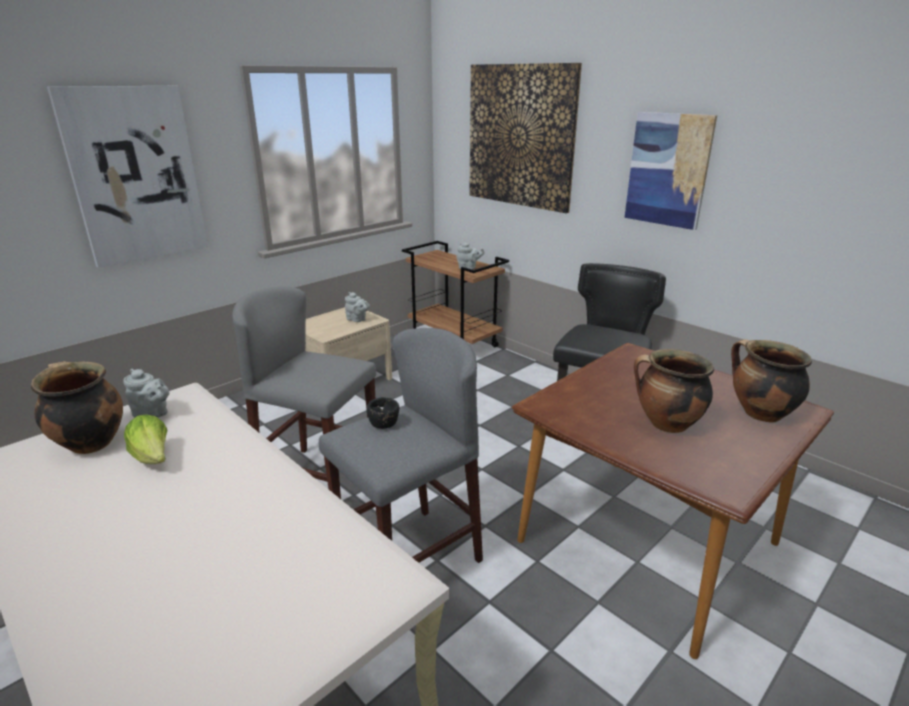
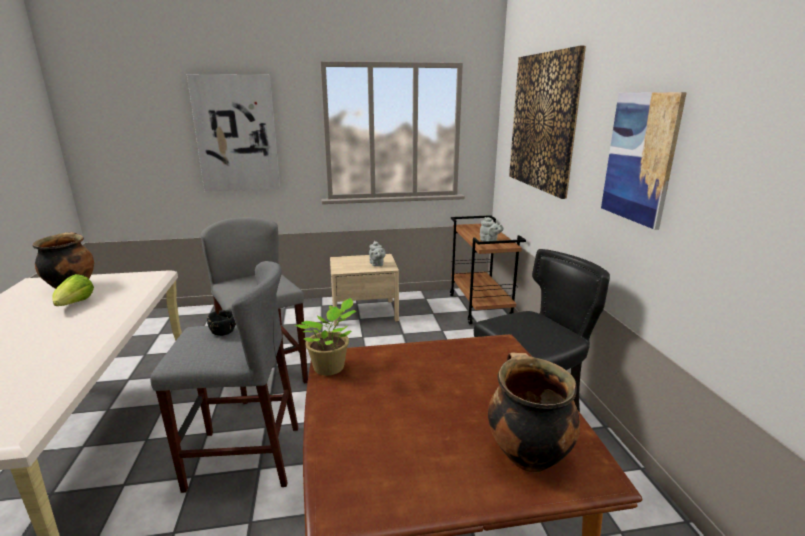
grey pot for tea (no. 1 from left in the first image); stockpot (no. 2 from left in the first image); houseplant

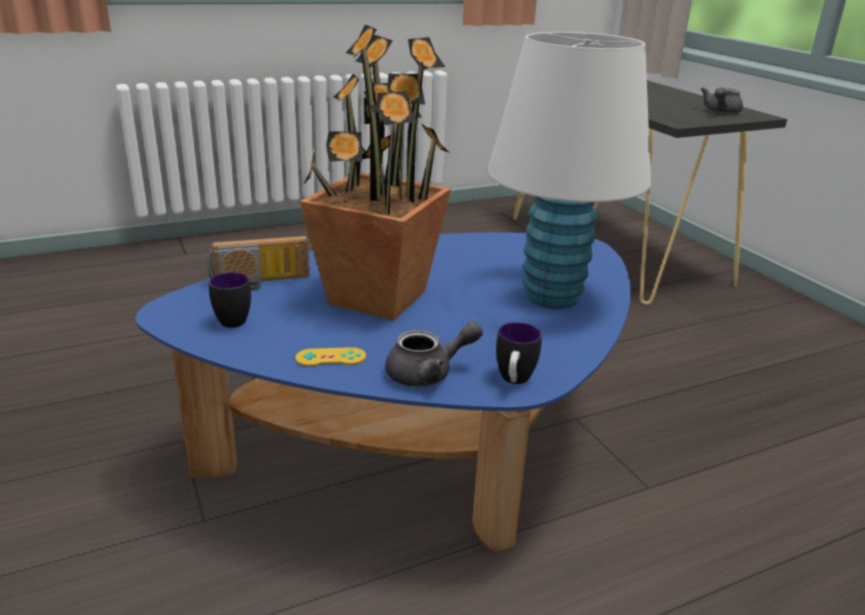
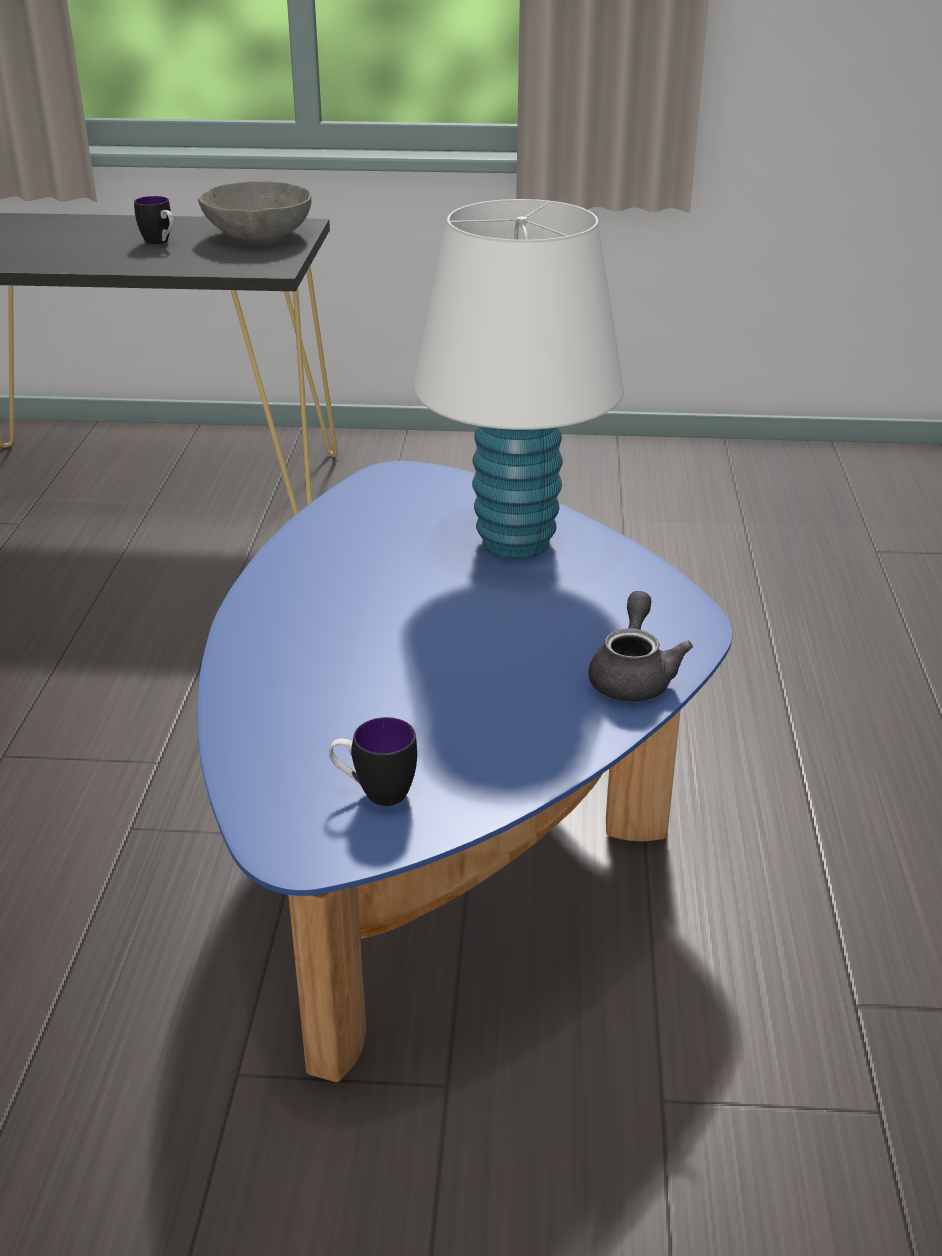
radio receiver; yellow-coloured joypad; houseplant; mug (no. 1 from left); grey bowl

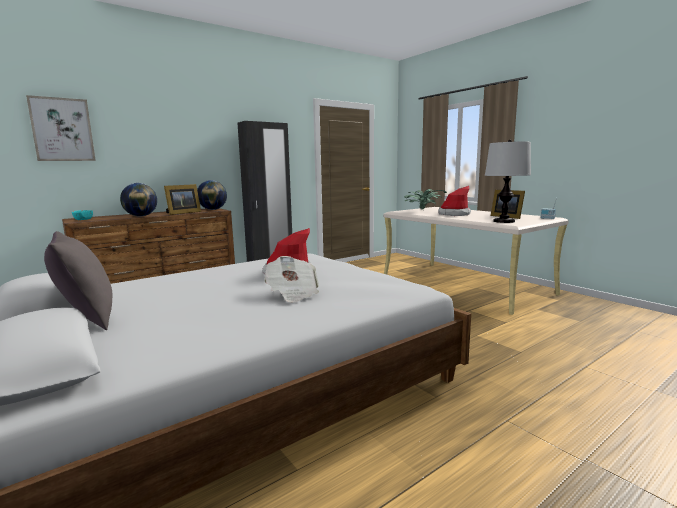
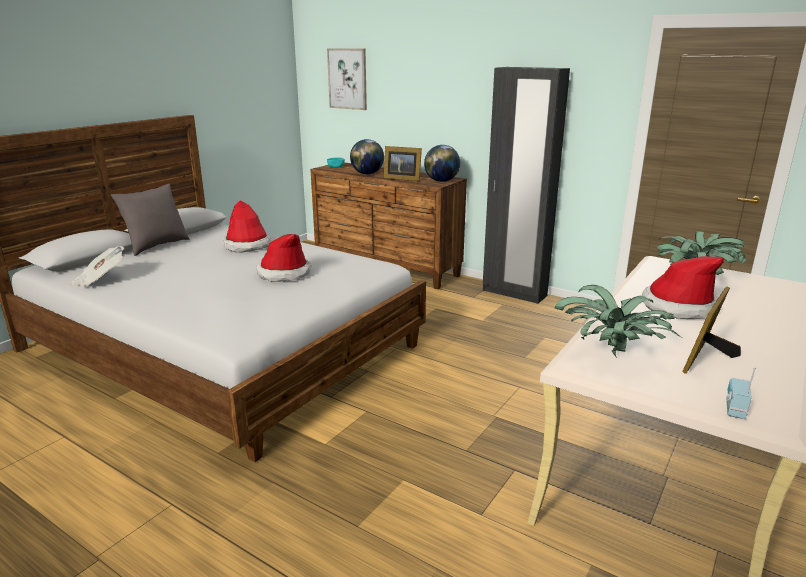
daily paper; houseplant (no. 1 from left); wearable hat (no. 1 from left)

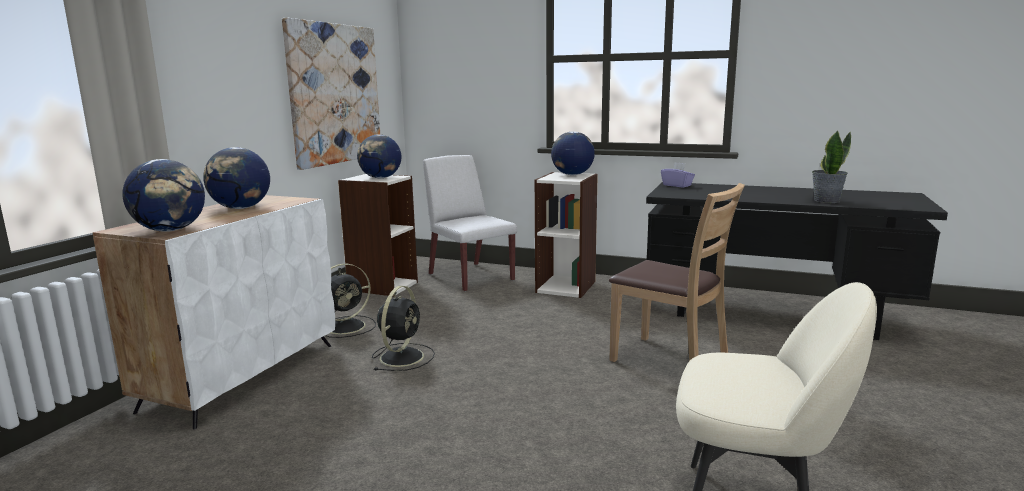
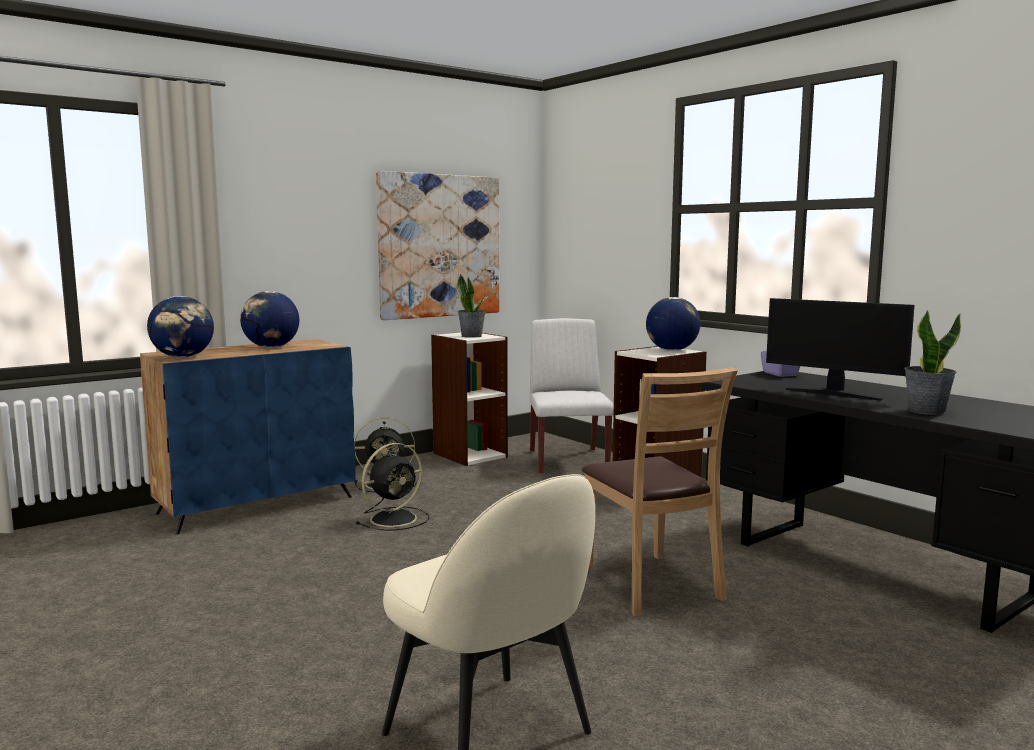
bluish storage cabinet; houseplant (no. 1 from left); computer screen

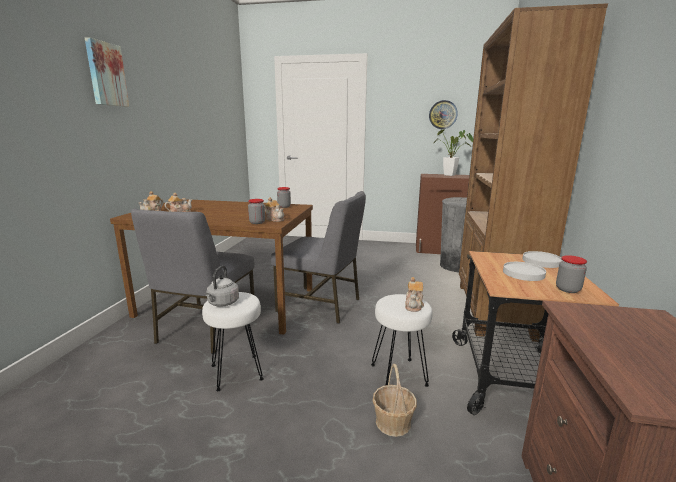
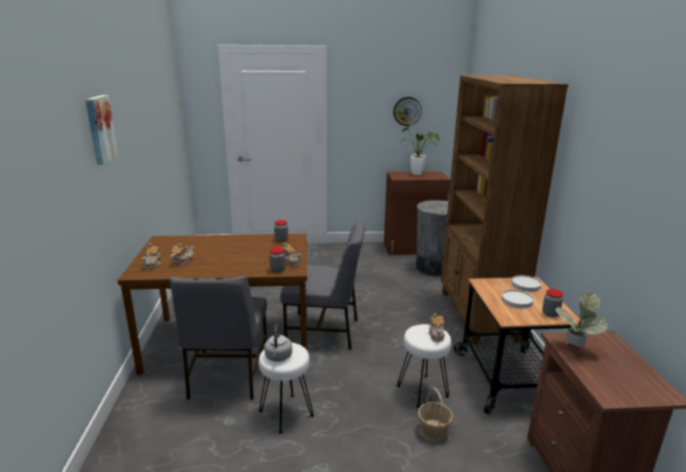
houseplant (no. 2 from left)

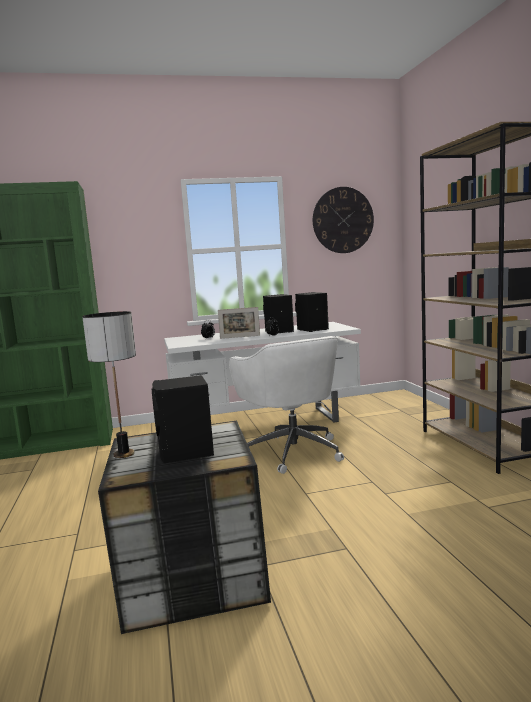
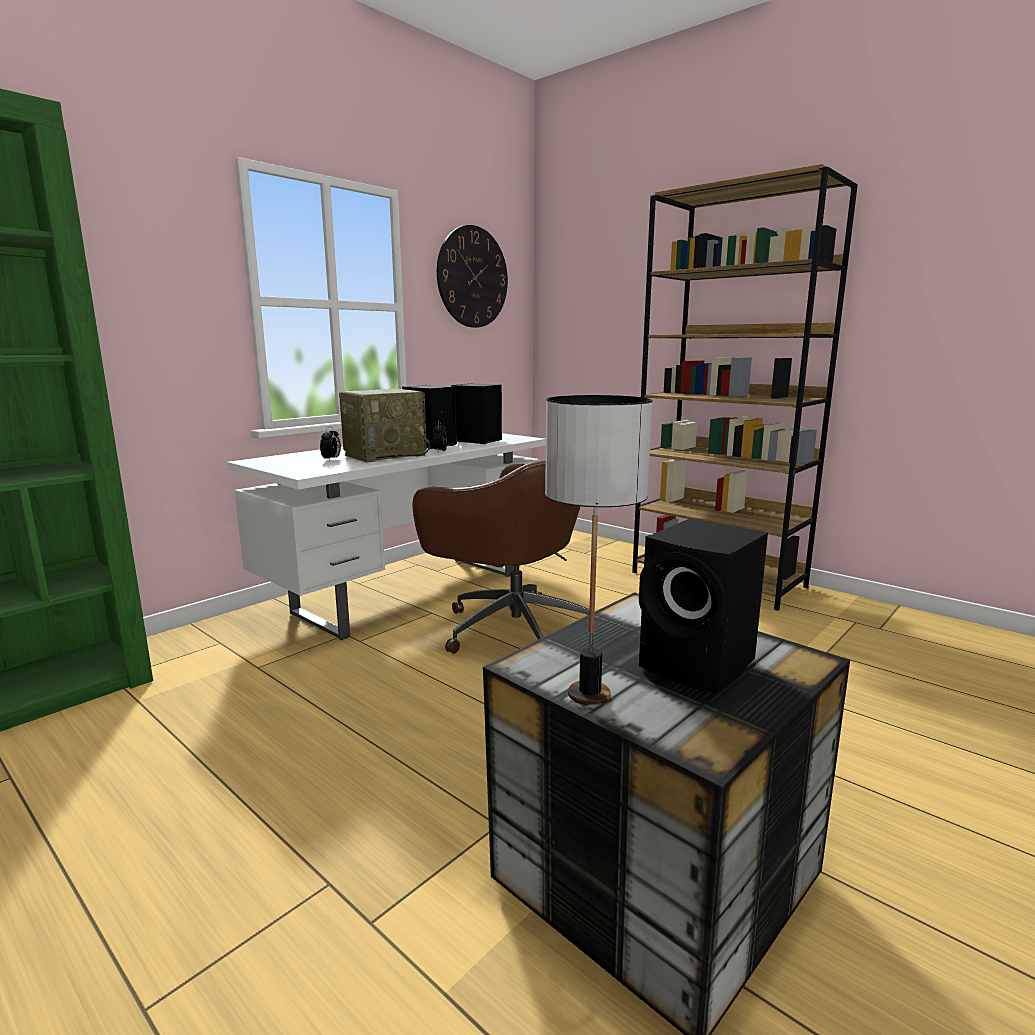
radio receiver; brownish computer chair

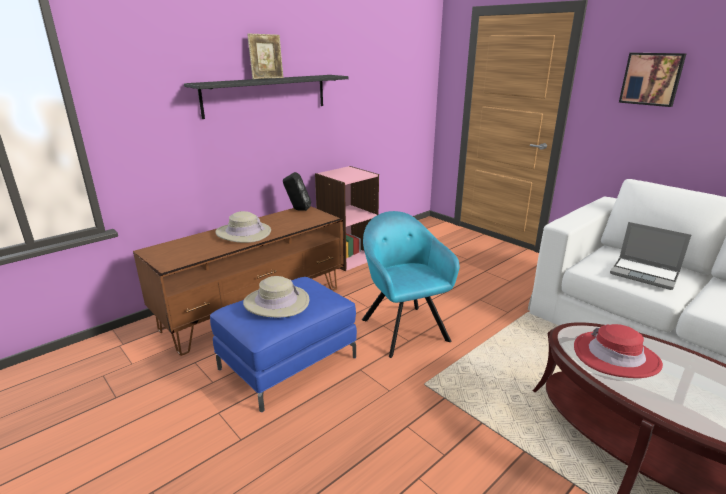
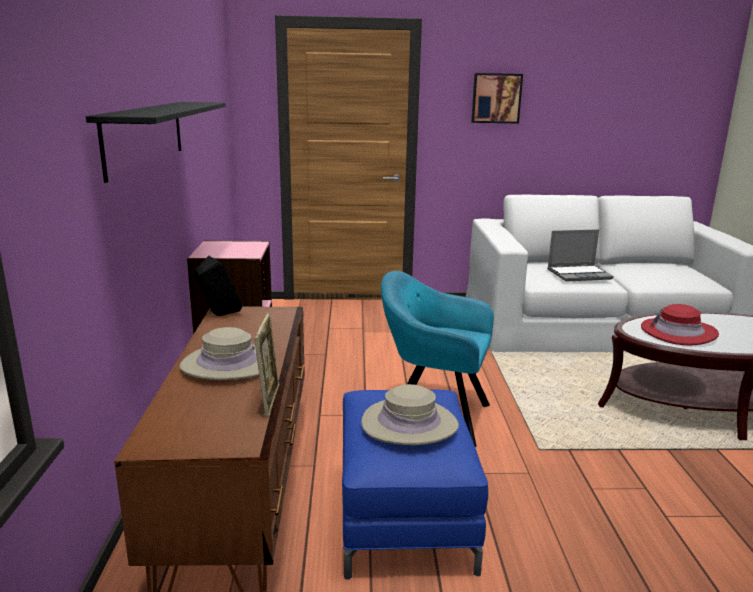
picture frame

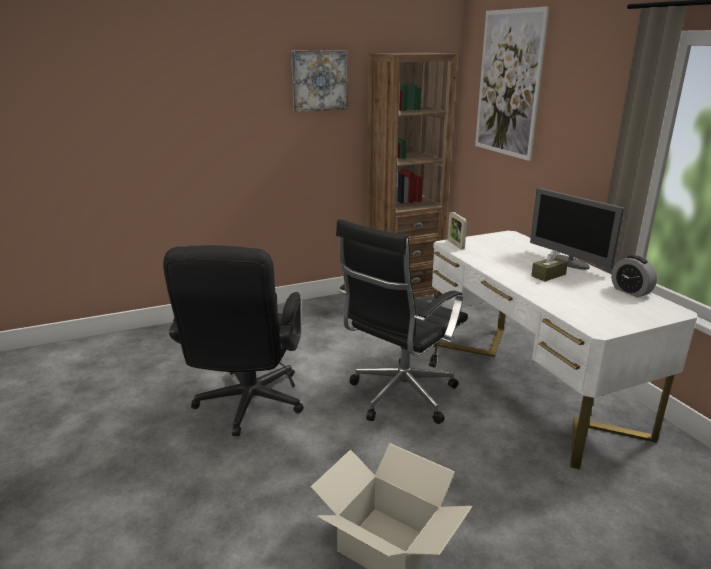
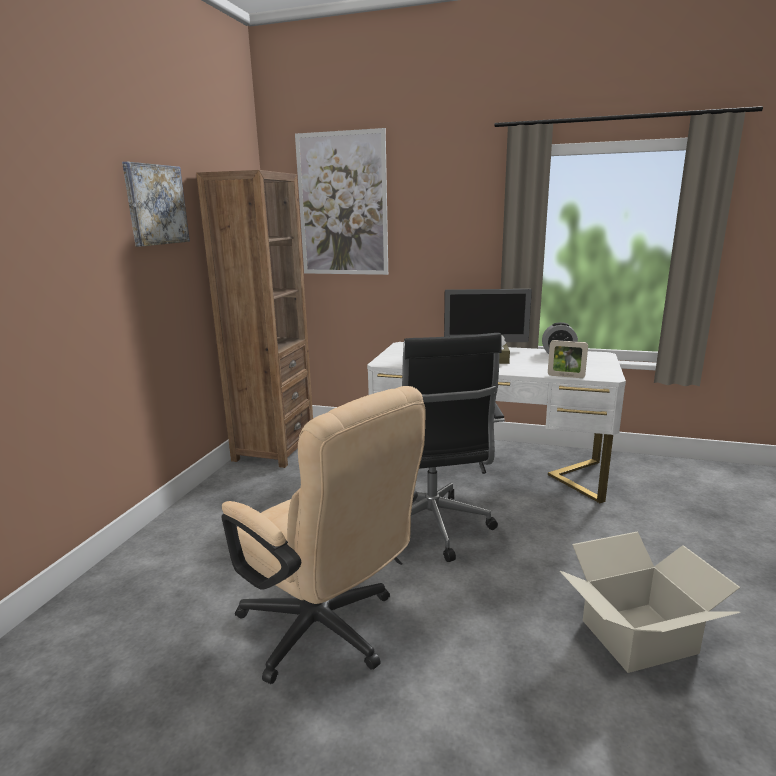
sand-coloured computer chair; picture frame

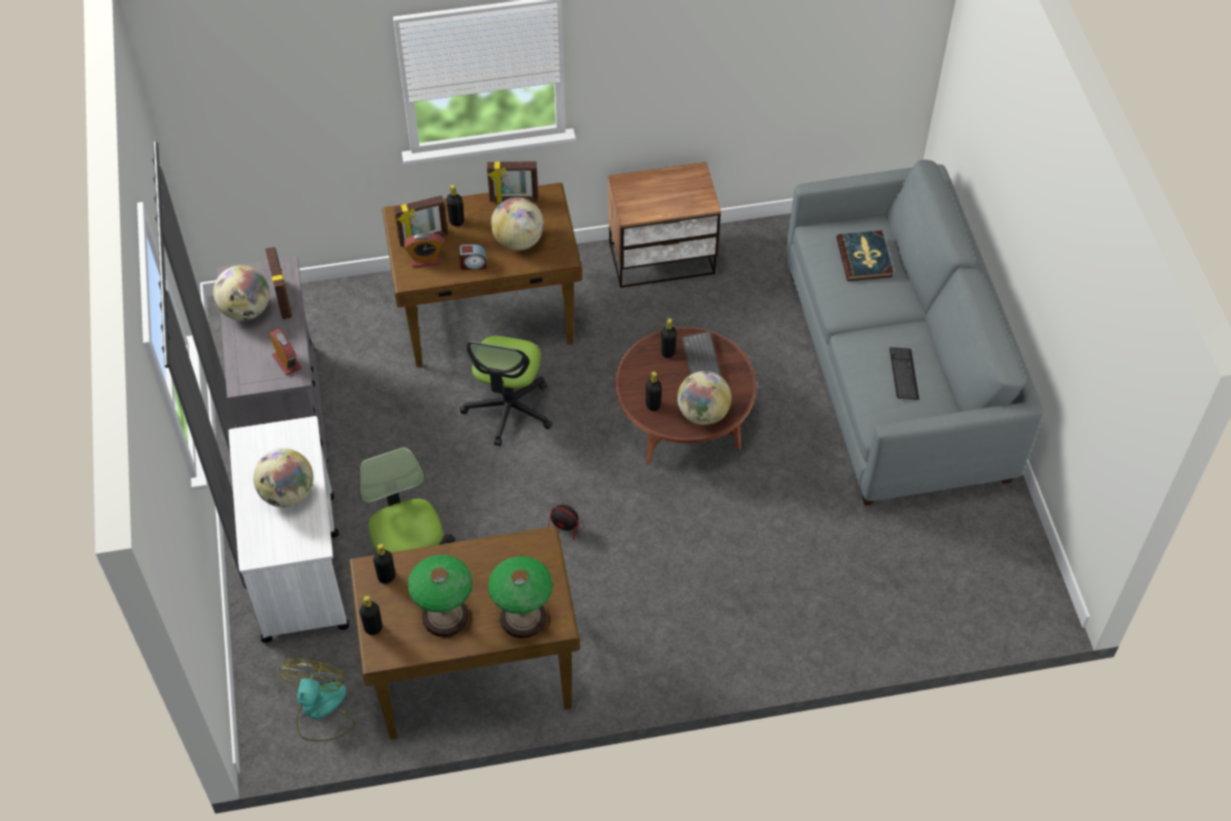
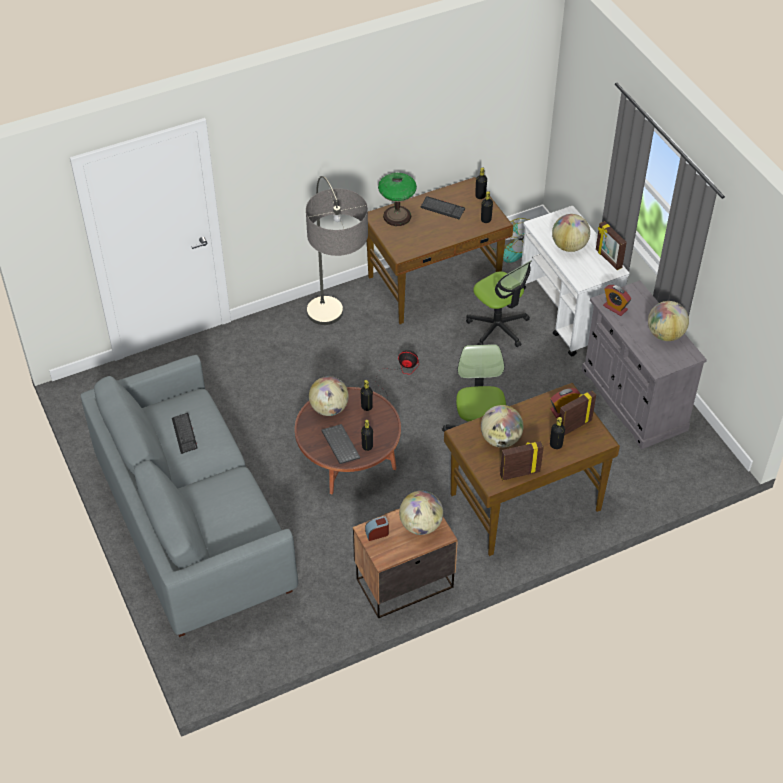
picture frame (no. 3 from left); computer keyboard (no. 3 from left); bedside clock (no. 1 from left); volume; standard lamp; desk globe (no. 2 from left)

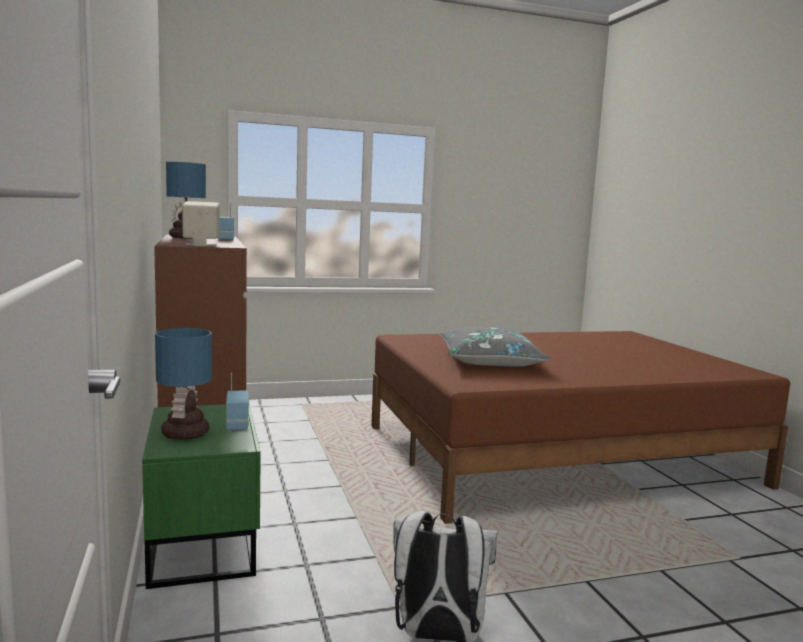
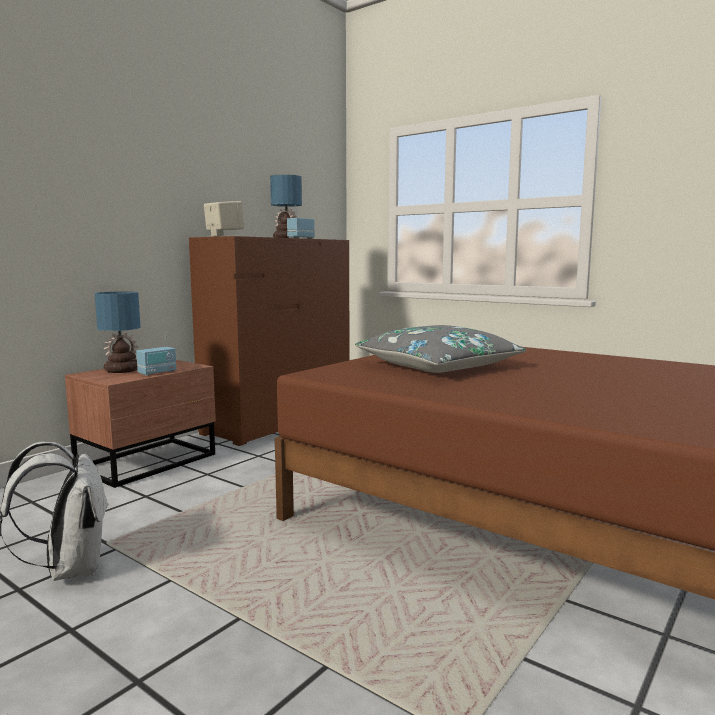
brownish nightstand

